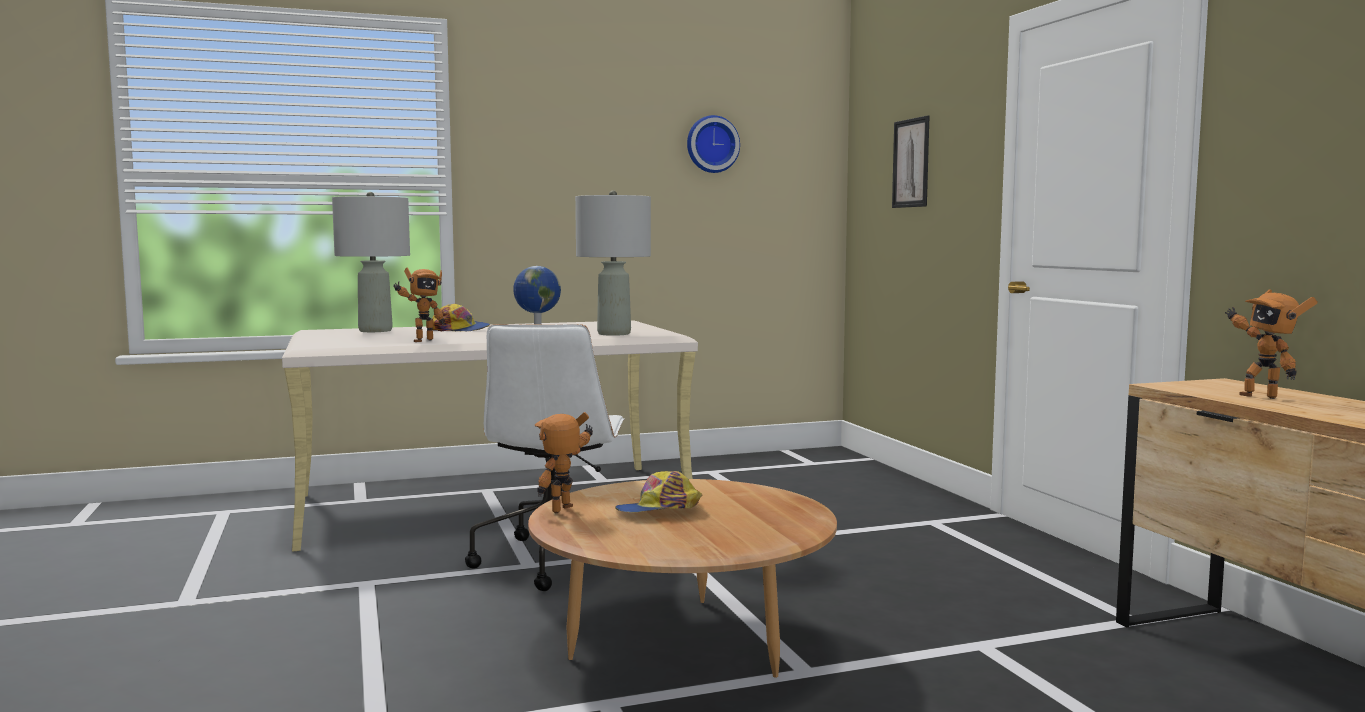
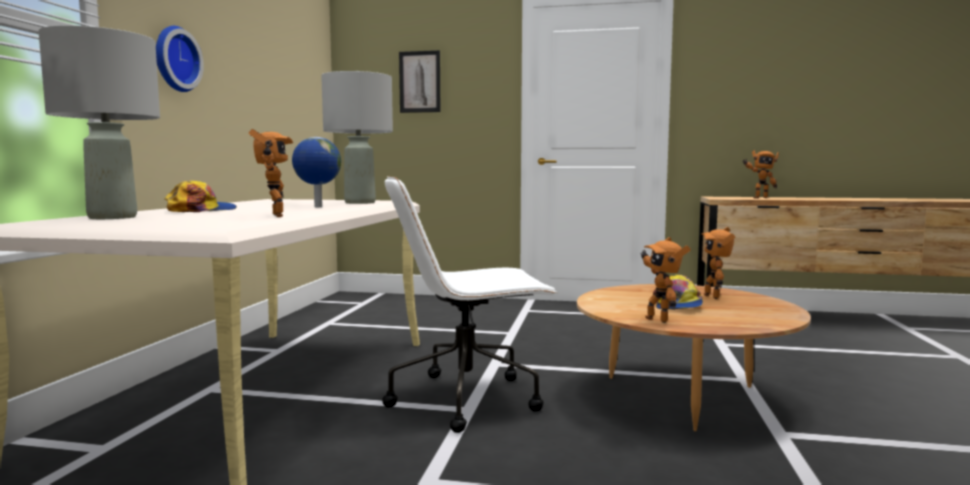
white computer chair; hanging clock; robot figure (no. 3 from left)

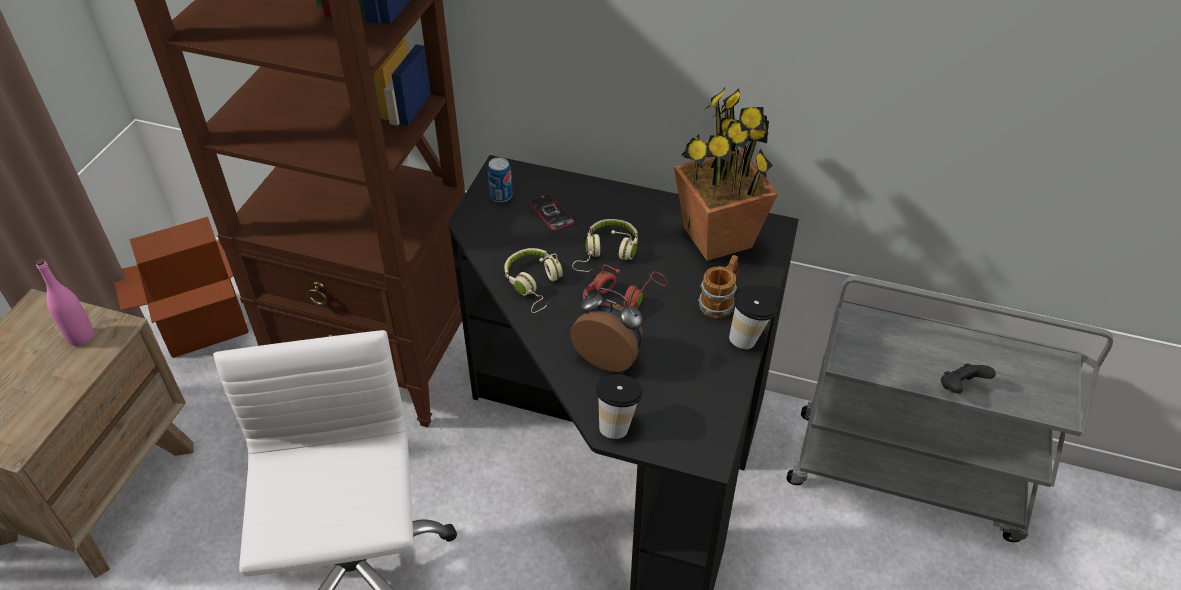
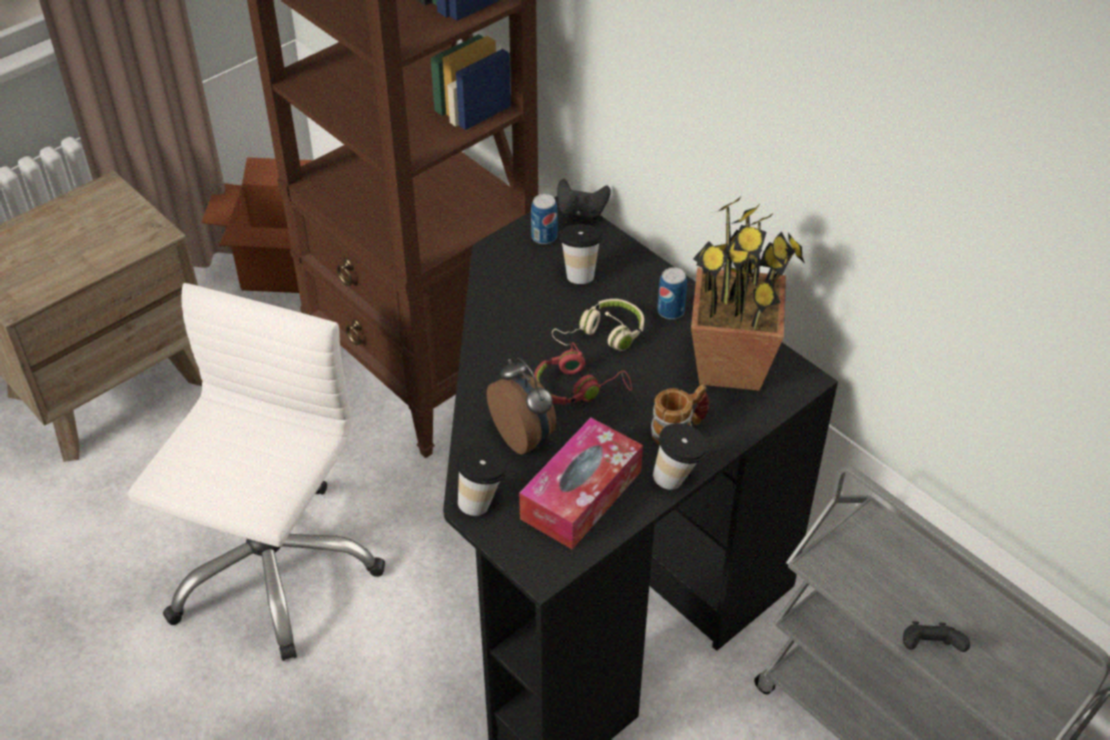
pink-coloured beverage bottle; sand-coloured headphones (no. 1 from left in the first image); drinking cup (no. 2 from left); box of tissues; black joypad (no. 1 from left); can (no. 2 from left)

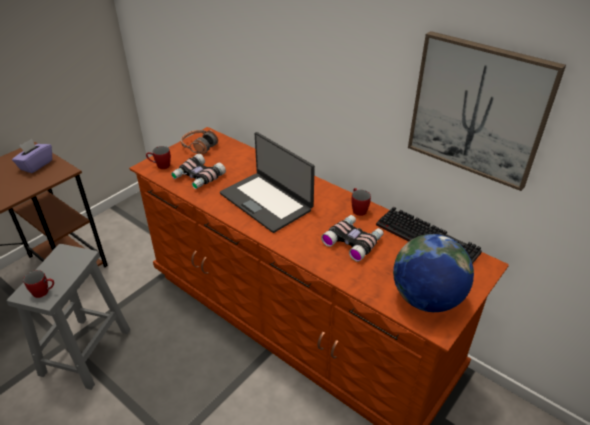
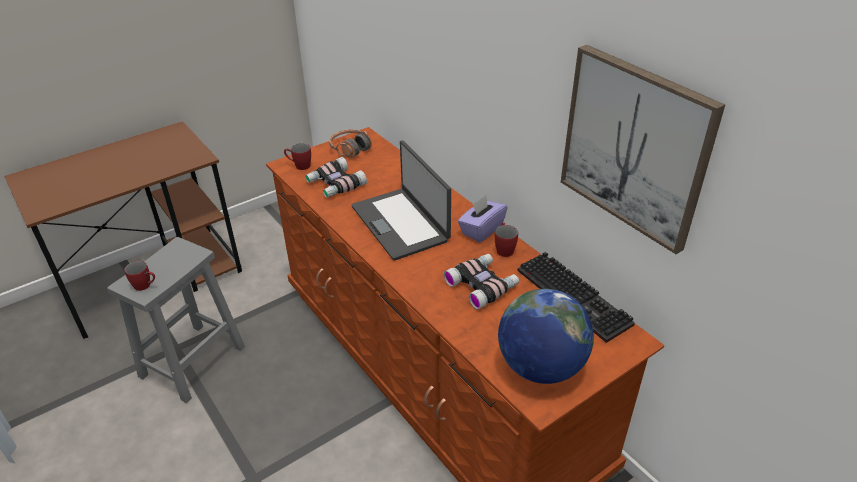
purple box of tissues

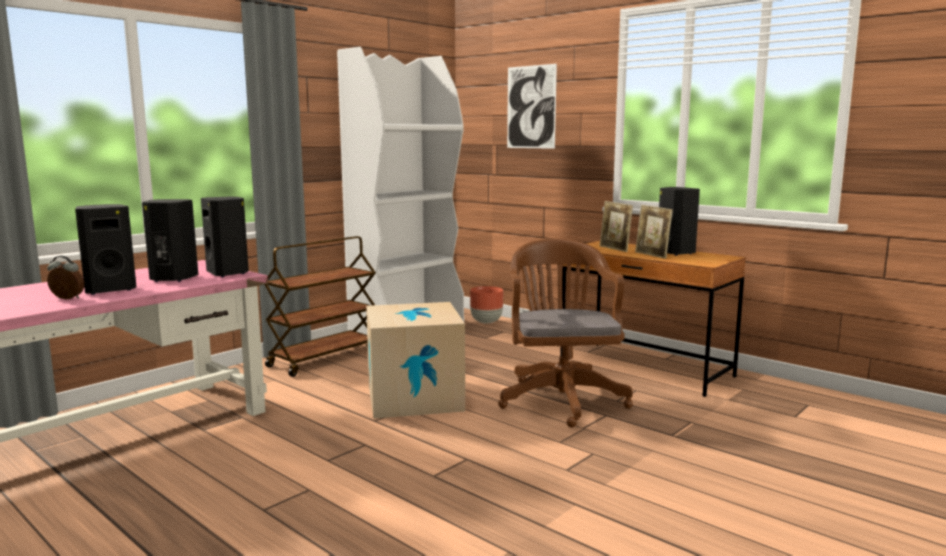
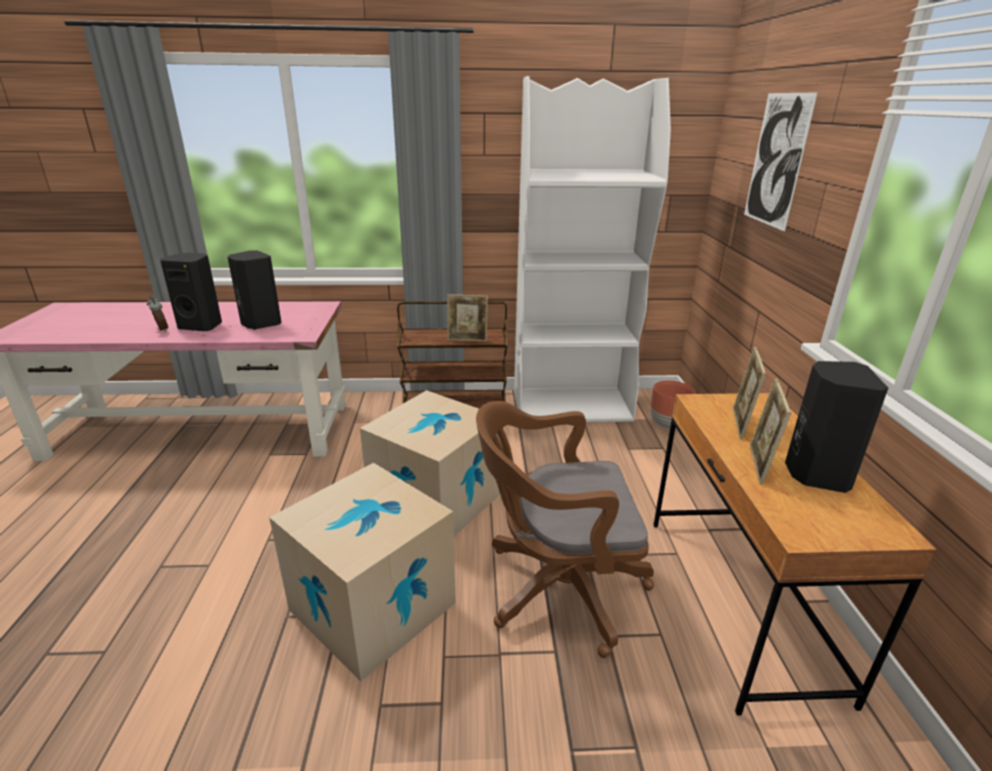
black speaker (no. 3 from left in the first image); brownish computer chair; cardboard box (no. 1 from left); picture frame (no. 1 from left)

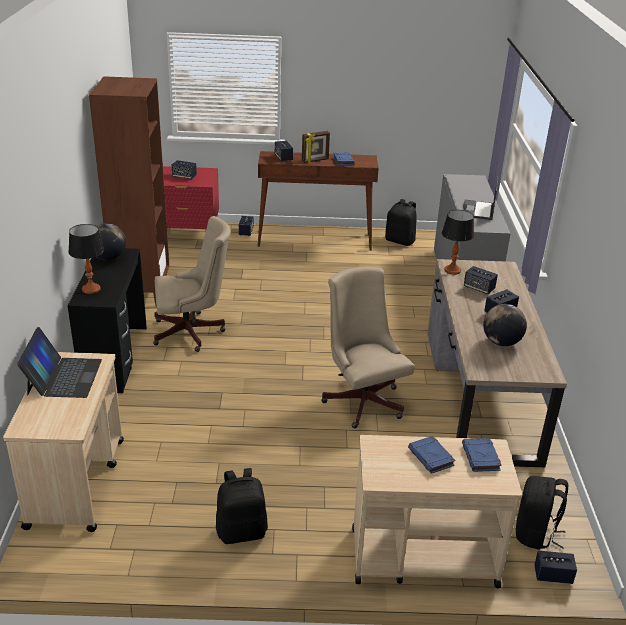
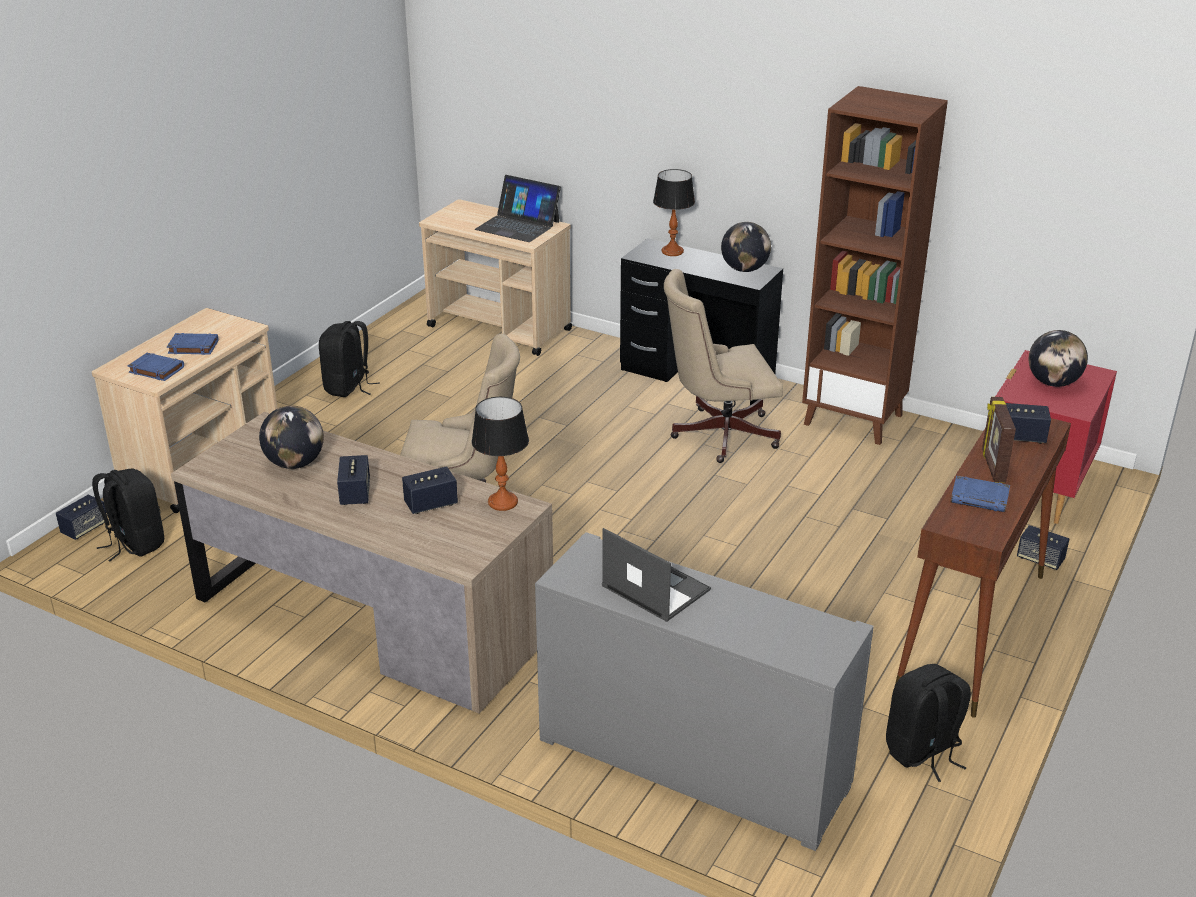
sand-coloured computer chair (no. 2 from left); desk globe (no. 3 from left)

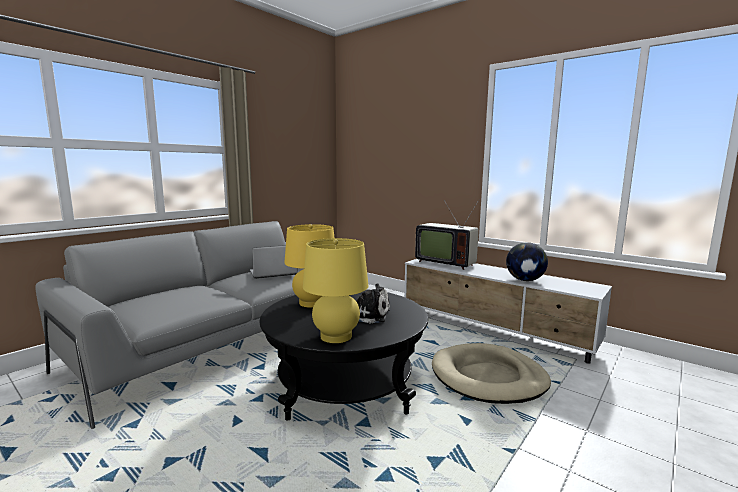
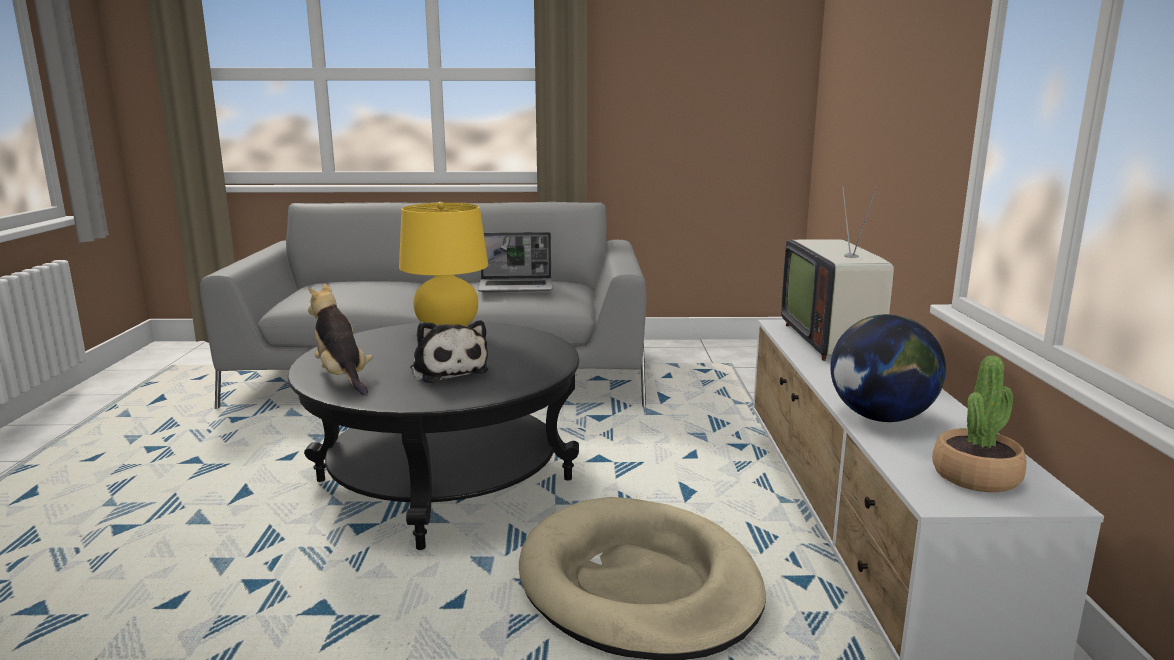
notebook computer; cuddly toy (no. 1 from left); houseplant

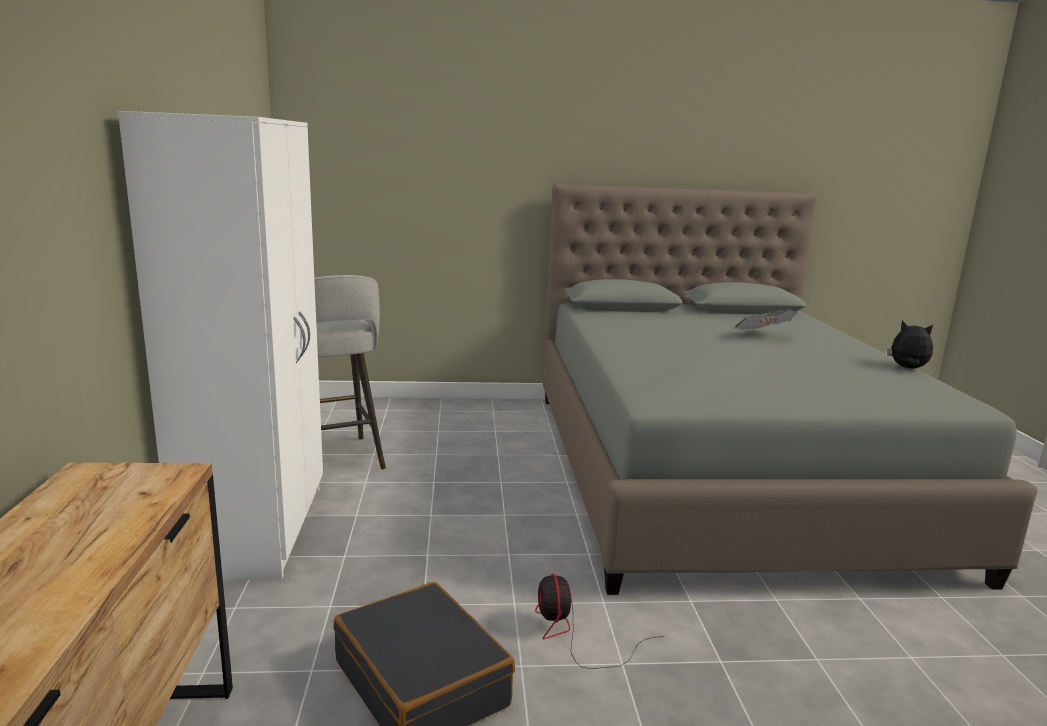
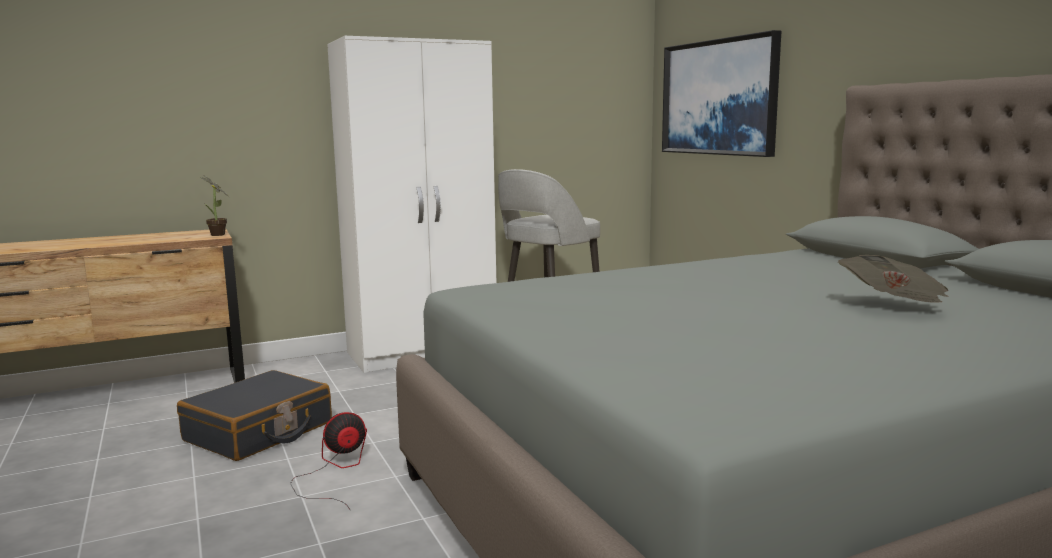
cuddly toy; houseplant; wall art

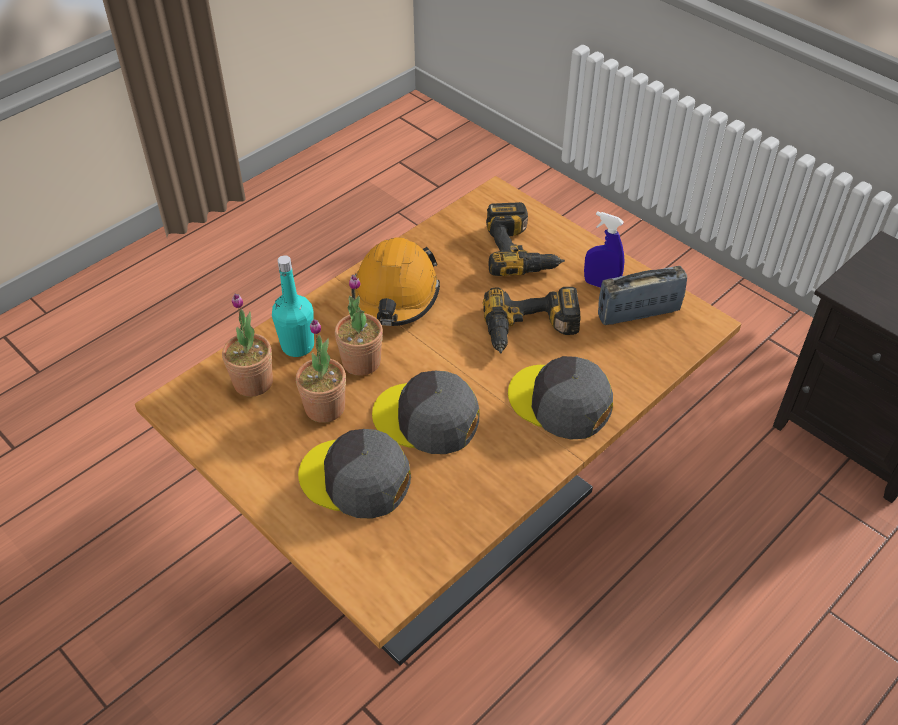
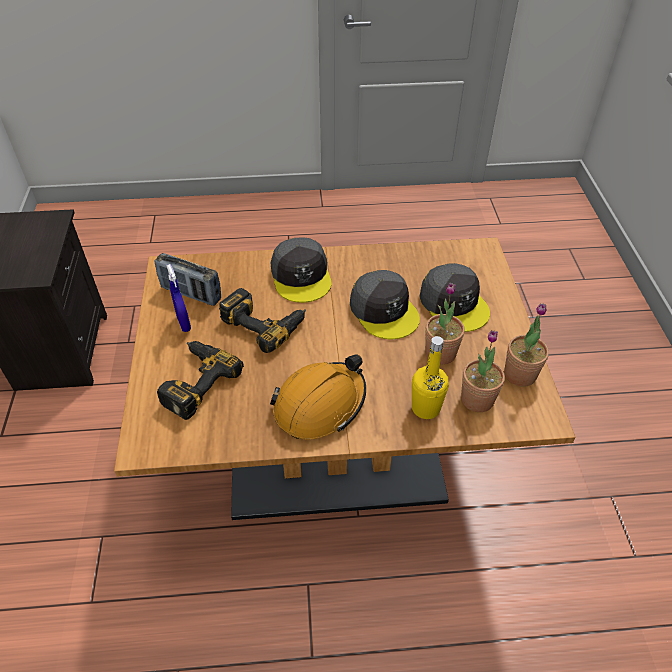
yellow-coloured beverage bottle; houseplant (no. 3 from left)

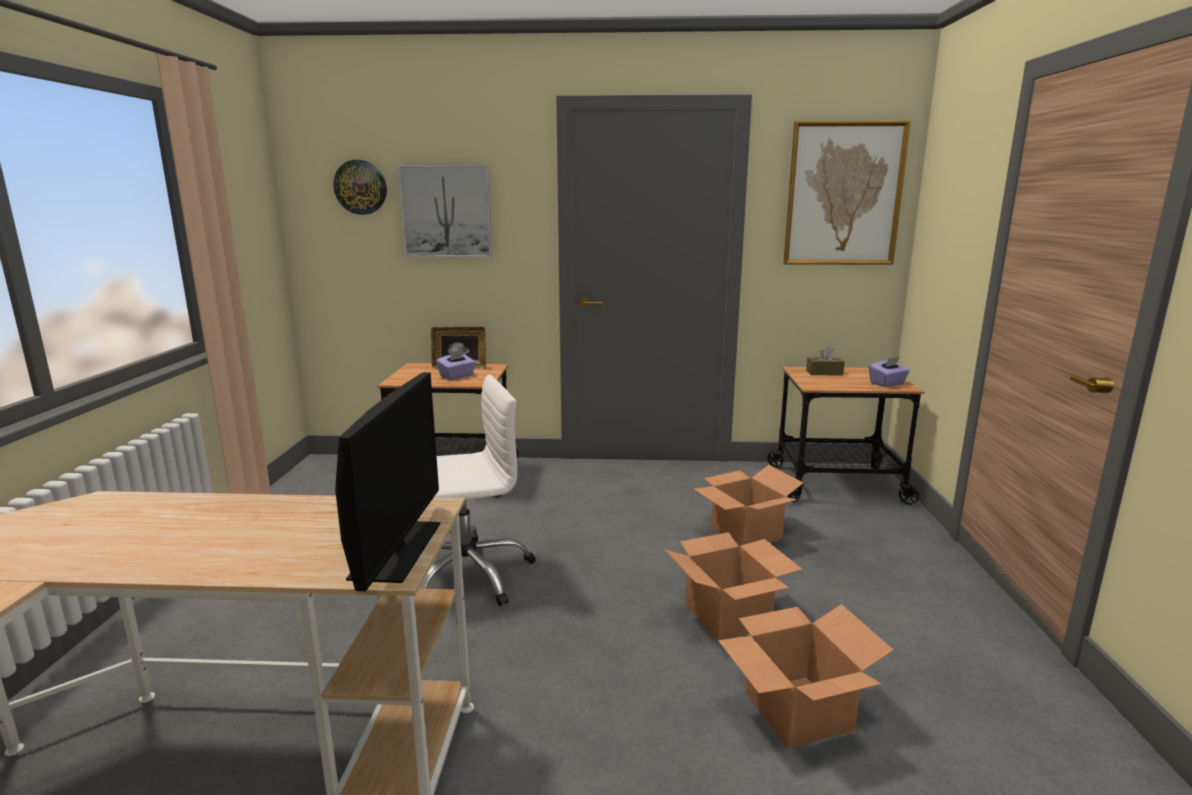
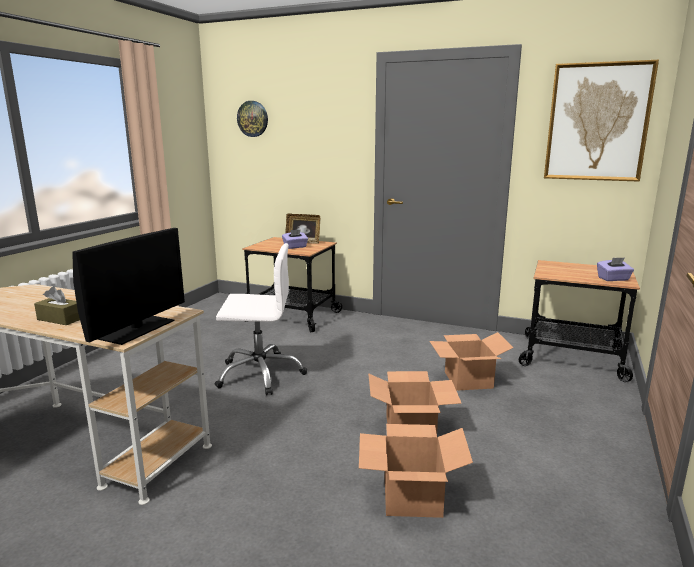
wall art (no. 1 from left in the first image); brownish box of tissues

